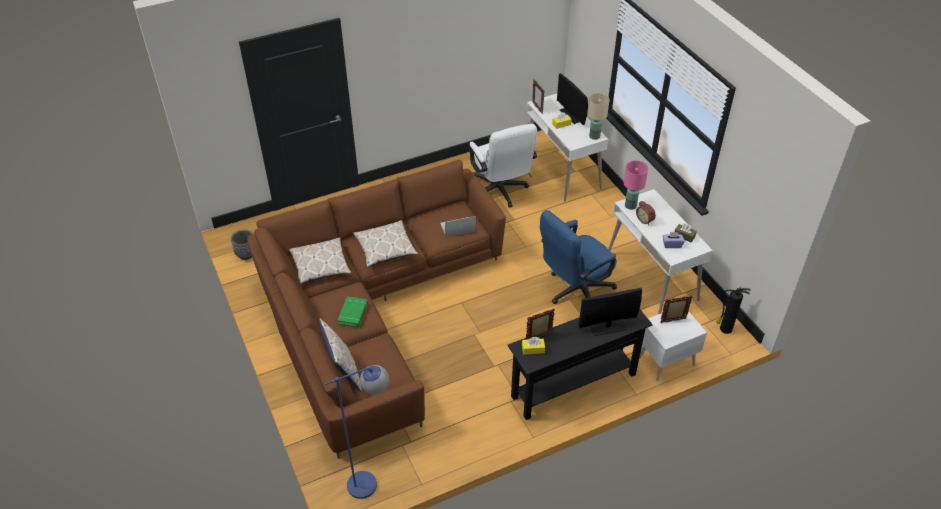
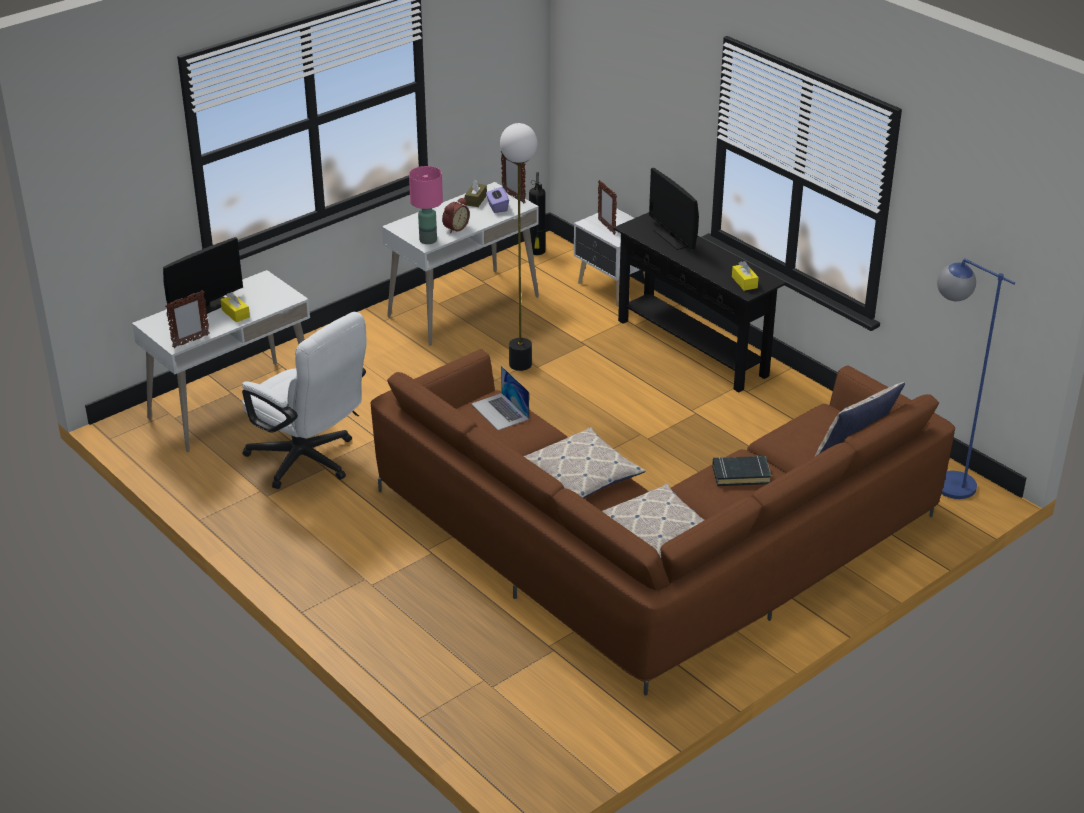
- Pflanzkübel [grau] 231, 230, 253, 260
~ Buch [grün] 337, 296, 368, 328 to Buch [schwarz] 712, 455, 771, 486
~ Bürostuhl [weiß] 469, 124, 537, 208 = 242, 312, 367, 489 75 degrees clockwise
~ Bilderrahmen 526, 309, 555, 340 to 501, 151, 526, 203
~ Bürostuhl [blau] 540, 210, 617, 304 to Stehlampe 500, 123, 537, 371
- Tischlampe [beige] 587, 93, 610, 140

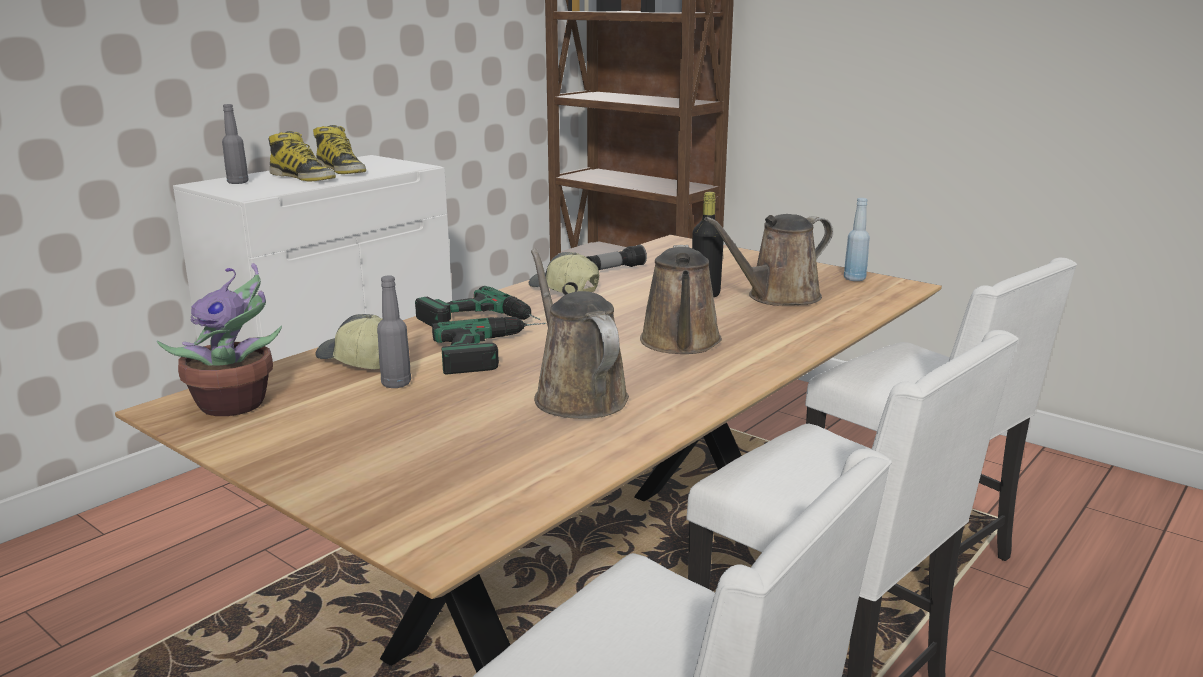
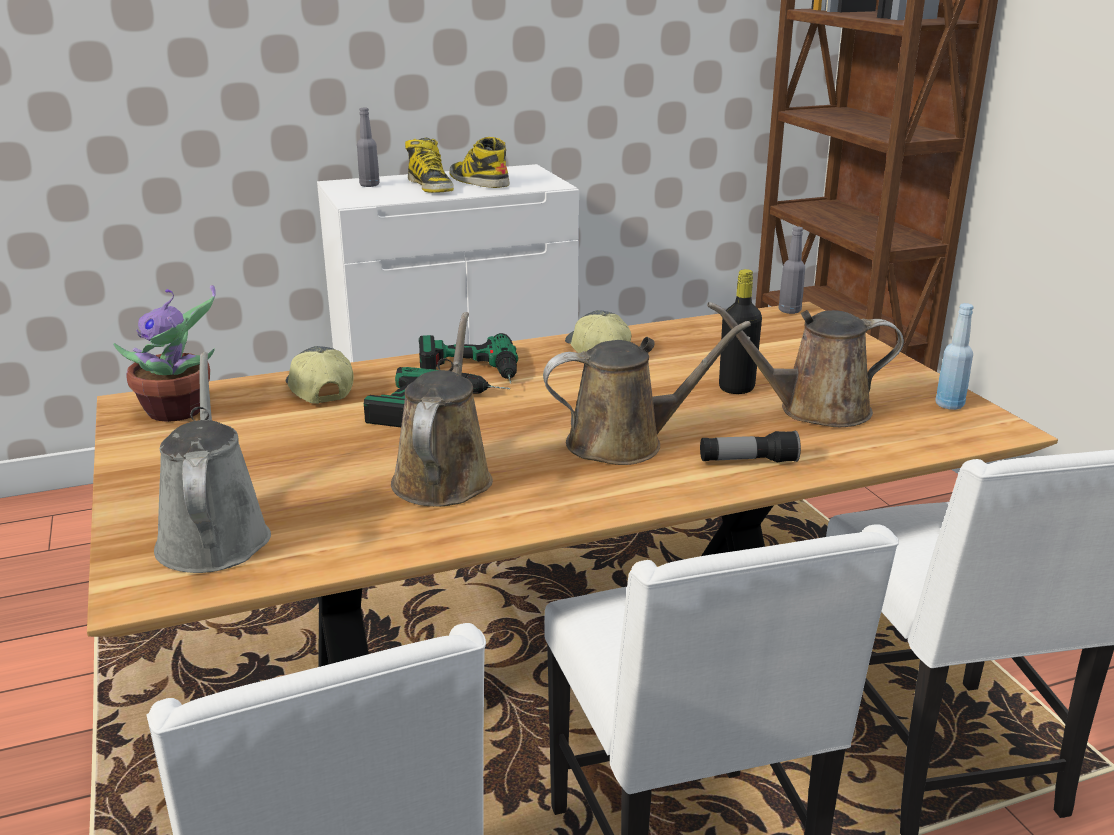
~ Stiefel 313, 125, 366, 174 = 449, 137, 510, 188 150 degrees clockwise
~ Flasche [grau] 377, 275, 411, 388 to 779, 227, 805, 314
~ Taschenlampe 587, 245, 647, 270 to 700, 430, 801, 462
~ Gießkanne [braun] 640, 245, 722, 354 = 543, 321, 751, 465 135 degrees counterclockwise
+ Gießkanne [grau] 154, 352, 271, 573

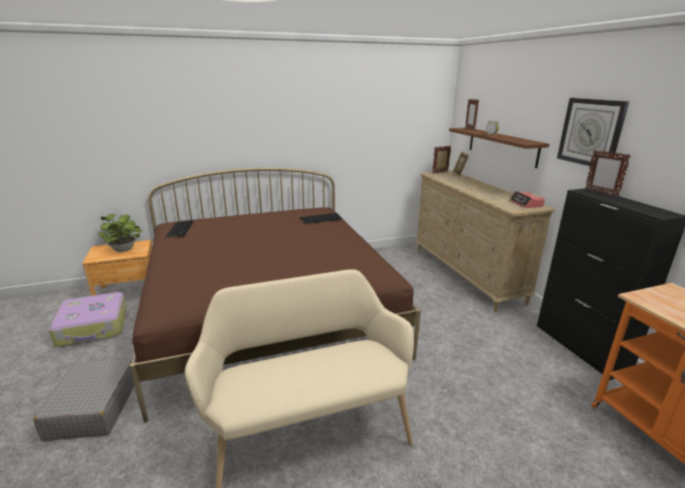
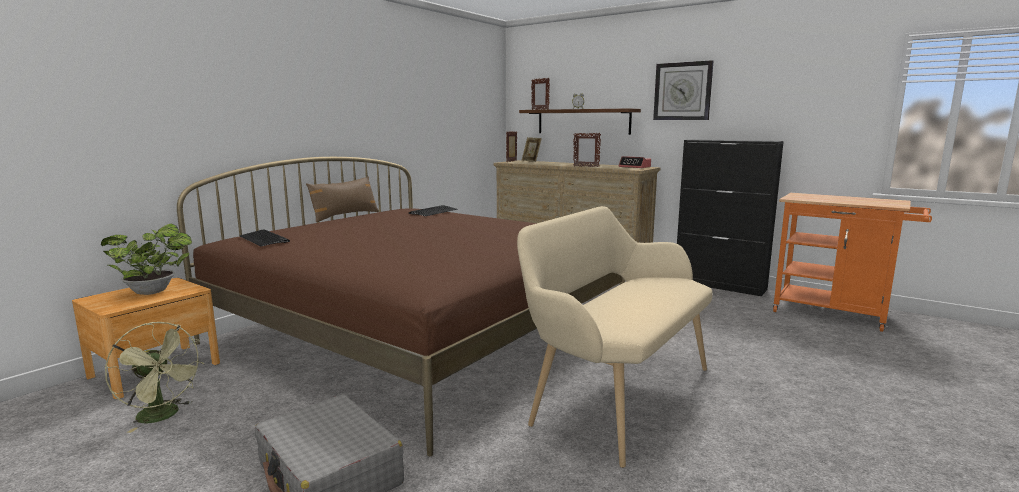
~ Koffer 49, 292, 127, 347 to Ventilator [grün] 105, 322, 204, 433
~ Bilderrahmen 585, 150, 631, 197 to 573, 133, 601, 167
+ Kissen [braun] 306, 176, 379, 222

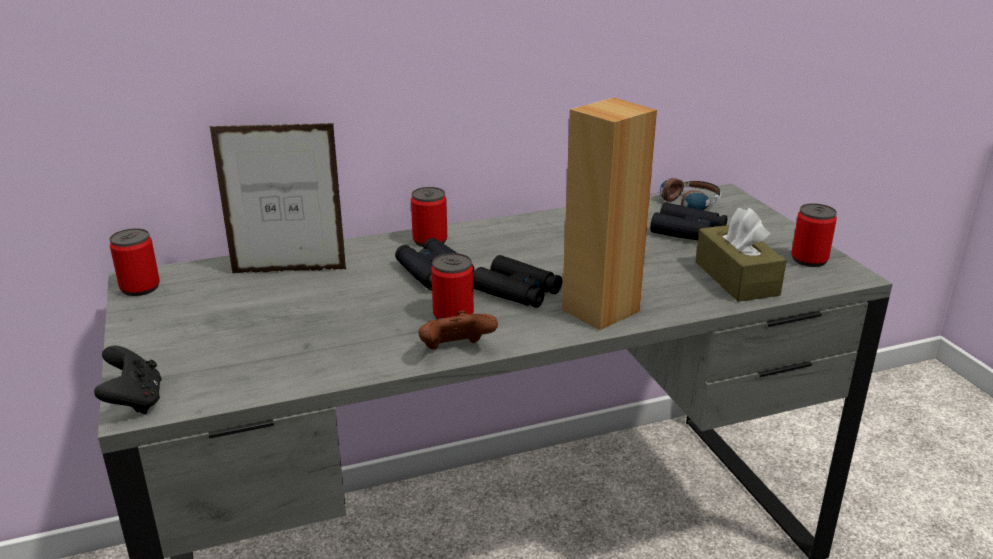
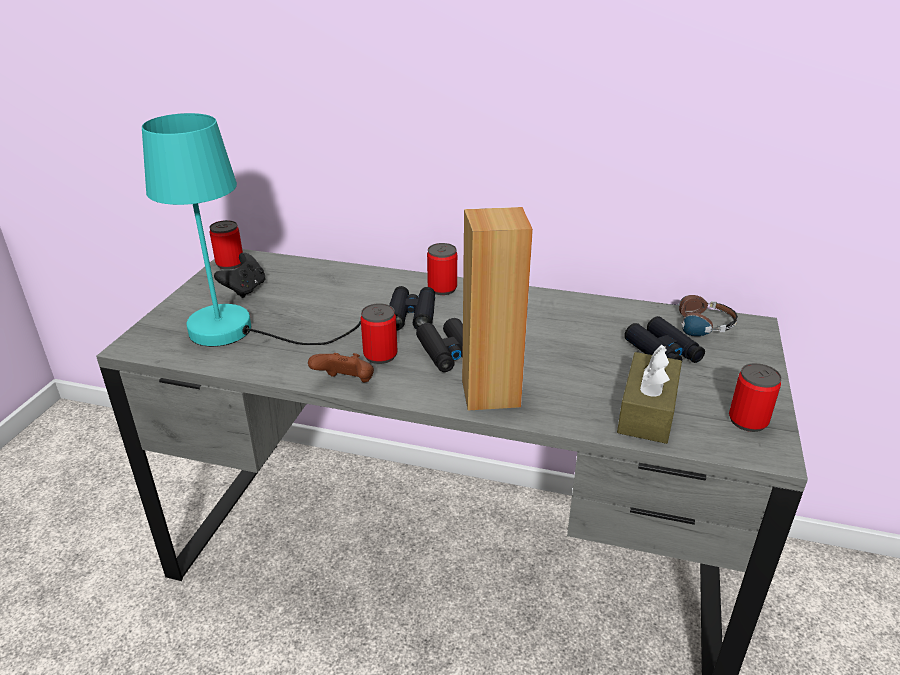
~ Gamepad [schwarz] 94, 346, 162, 414 to 214, 253, 266, 298
- Bilderrahmen 210, 123, 347, 273
+ Tischlampe [türkis] 142, 113, 361, 347

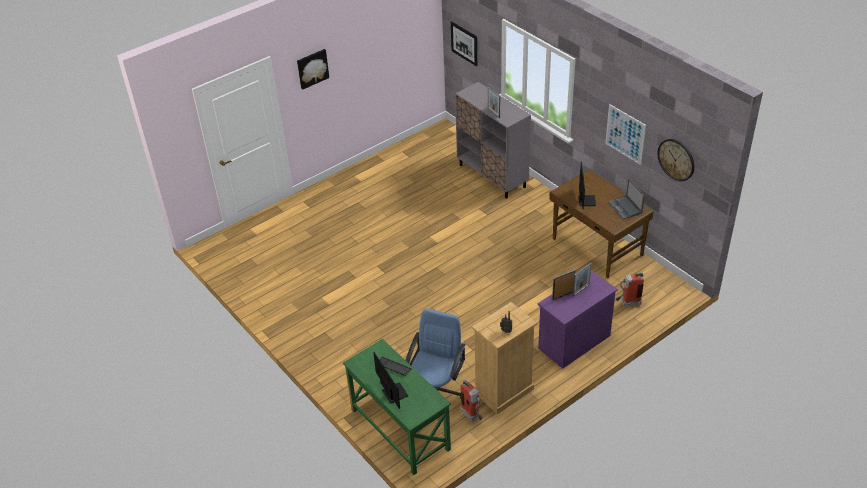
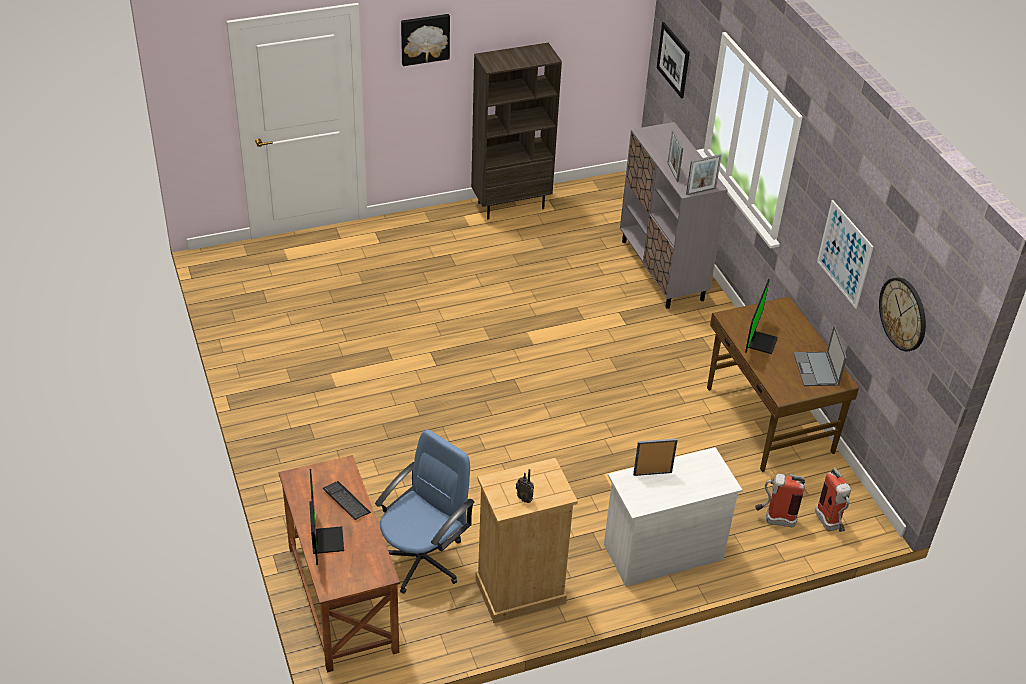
~ Schreibtisch [grün] 343, 339, 451, 475 to Schreibtisch [braun] 279, 455, 400, 672
~ Feuerlöscher 460, 380, 483, 421 to 815, 467, 851, 532
~ Kommode [lila] 538, 270, 618, 369 to Kommode [weiß] 604, 447, 742, 587
~ Bilderrahmen 572, 263, 592, 297 to 686, 154, 722, 195
+ Bücherregal [braun] 471, 43, 562, 220

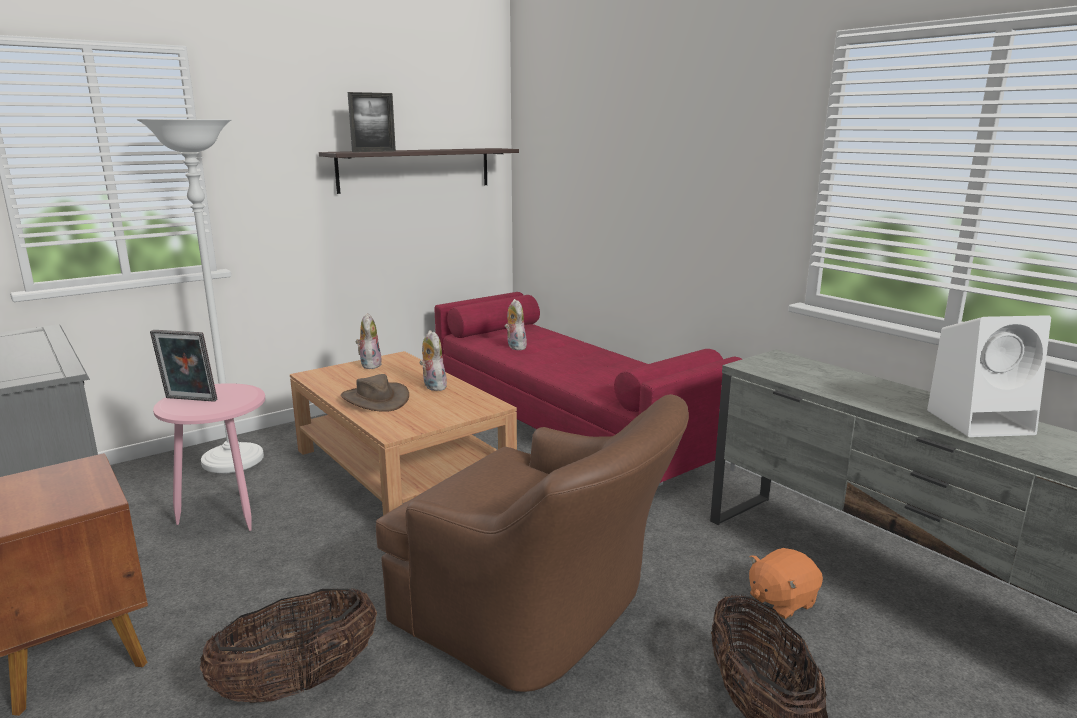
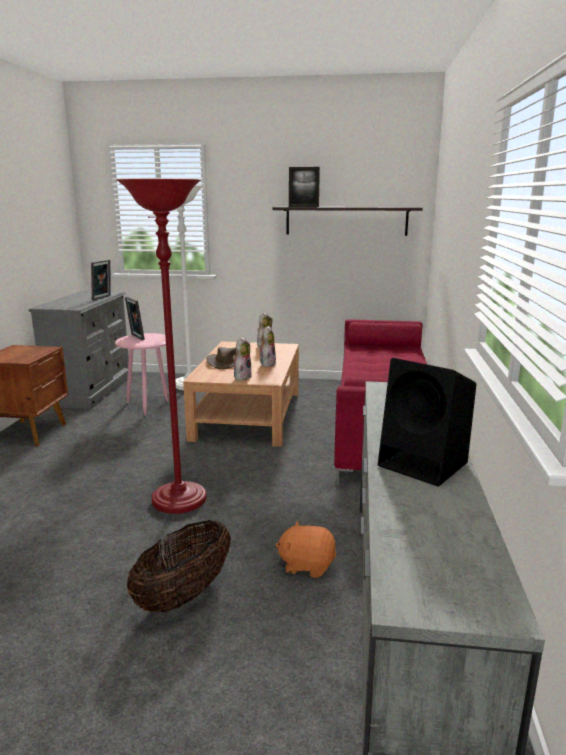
- Korb 200, 588, 377, 703
~ Sessel [braun] 376, 394, 689, 692 to Stehlampe [rot] 117, 179, 207, 514
~ Plüschtier 505, 299, 527, 350 to 233, 336, 252, 381
~ Lautsprecher [weiß] 927, 315, 1051, 437 to Lautsprecher [schwarz] 378, 358, 476, 486
+ Bilderrahmen 91, 260, 111, 300

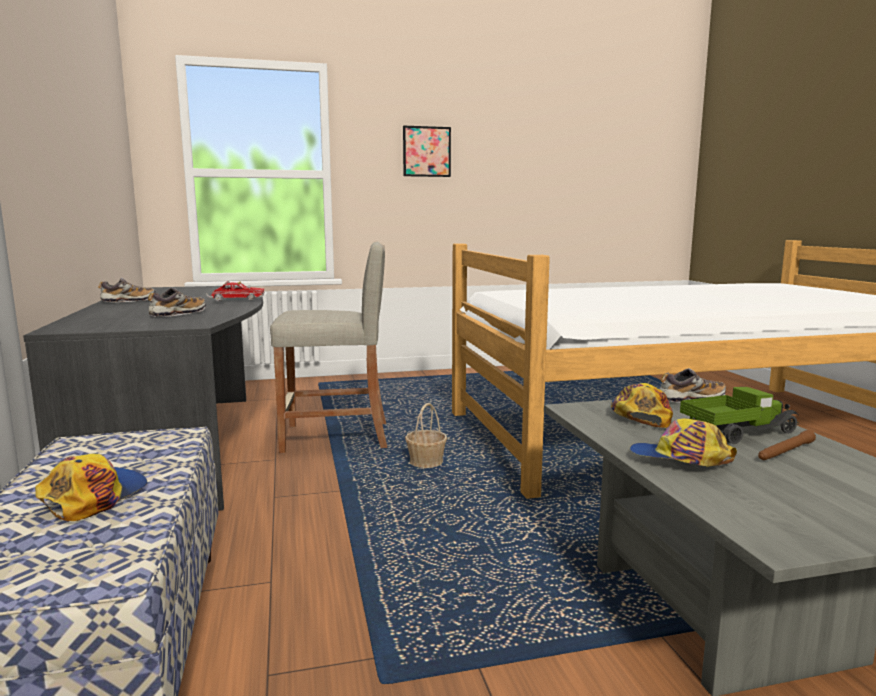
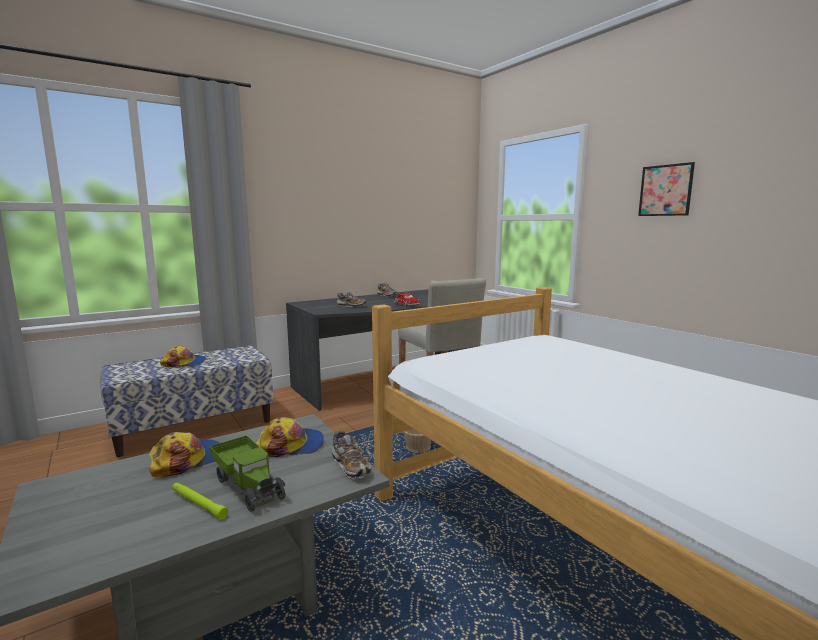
~ Kappe 630, 419, 737, 467 = 148, 432, 220, 477 45 degrees clockwise
~ Taschenlampe [braun] 758, 430, 816, 460 to Taschenlampe [grün] 172, 483, 228, 520

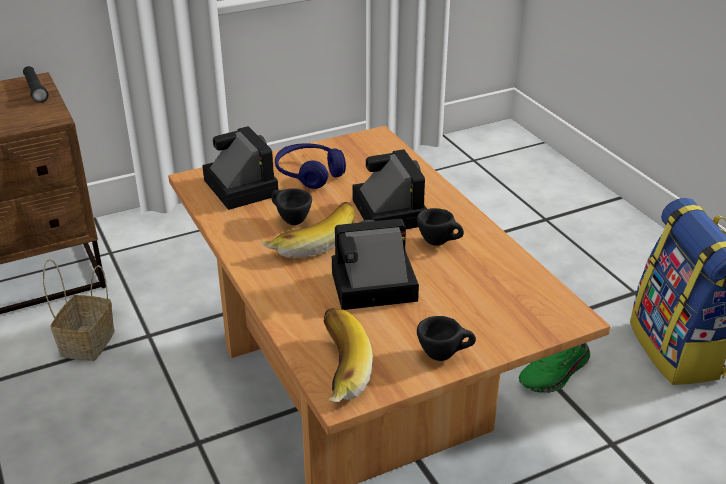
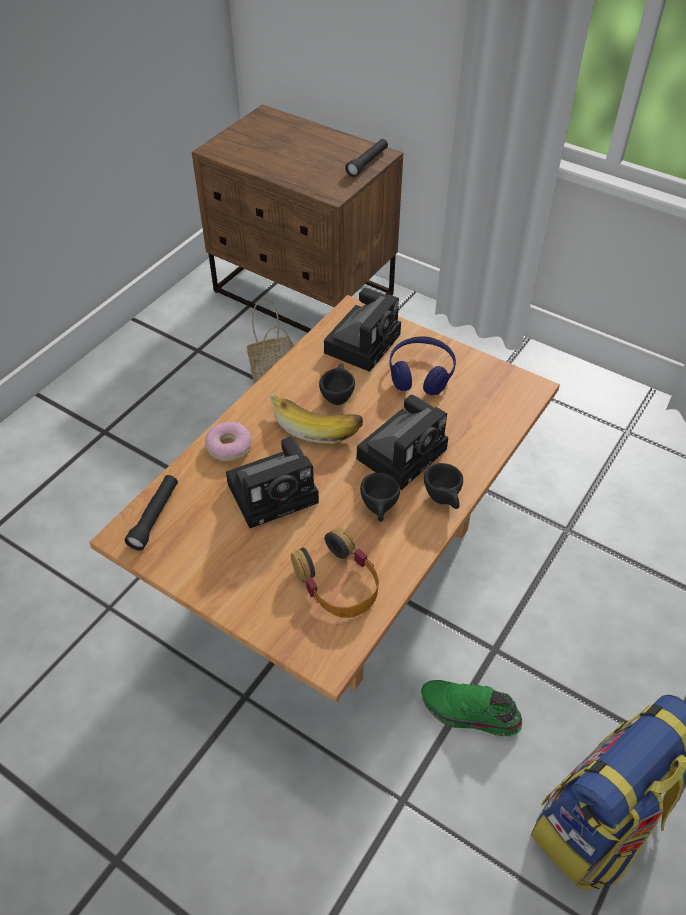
~ Banane 324, 308, 373, 402 to Taschenlampe [schwarz] 125, 475, 178, 550
~ Kamera 332, 219, 419, 310 = 226, 437, 319, 528 105 degrees clockwise
~ Tasse [schwarz] 417, 316, 476, 361 to 424, 463, 463, 509
+ Donut 205, 421, 251, 462
+ Kopfhörer 291, 528, 379, 618

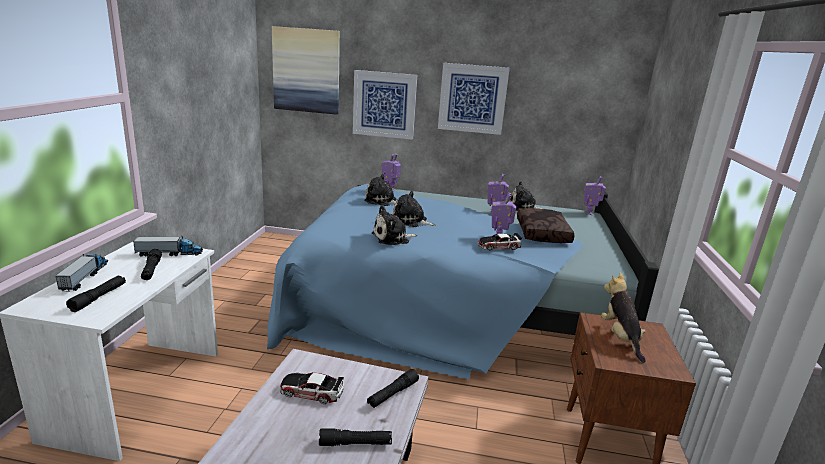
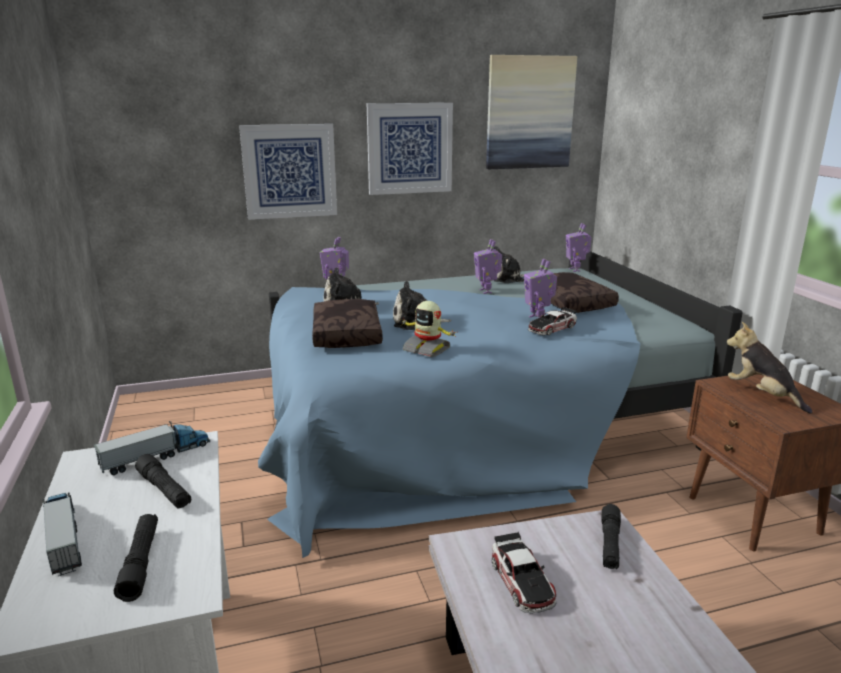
~ Bild 272, 26, 340, 115 to 486, 55, 577, 169
~ Spielzeugauto 280, 372, 344, 404 = 492, 532, 556, 614 90 degrees counterclockwise
- Taschenlampe [schwarz] 319, 428, 392, 446
~ Plüschtier 372, 206, 417, 245 to Spielzeugroboter 401, 301, 456, 357
+ Kissen [braun] 312, 299, 383, 348

